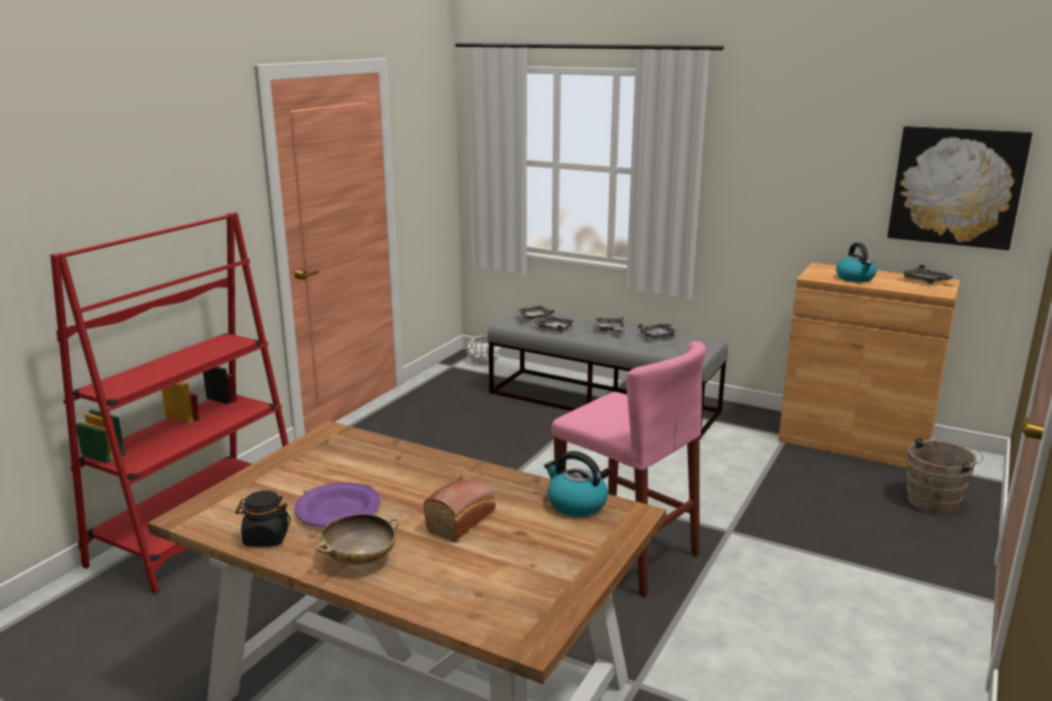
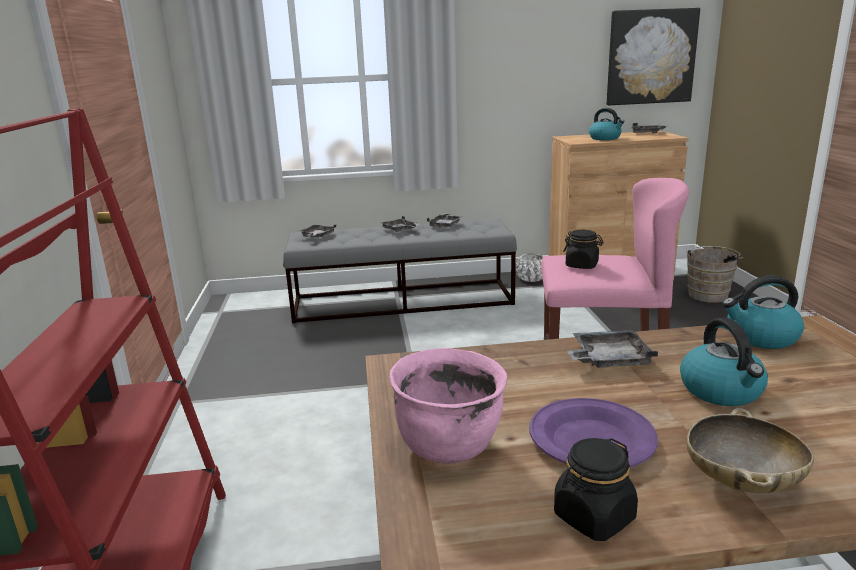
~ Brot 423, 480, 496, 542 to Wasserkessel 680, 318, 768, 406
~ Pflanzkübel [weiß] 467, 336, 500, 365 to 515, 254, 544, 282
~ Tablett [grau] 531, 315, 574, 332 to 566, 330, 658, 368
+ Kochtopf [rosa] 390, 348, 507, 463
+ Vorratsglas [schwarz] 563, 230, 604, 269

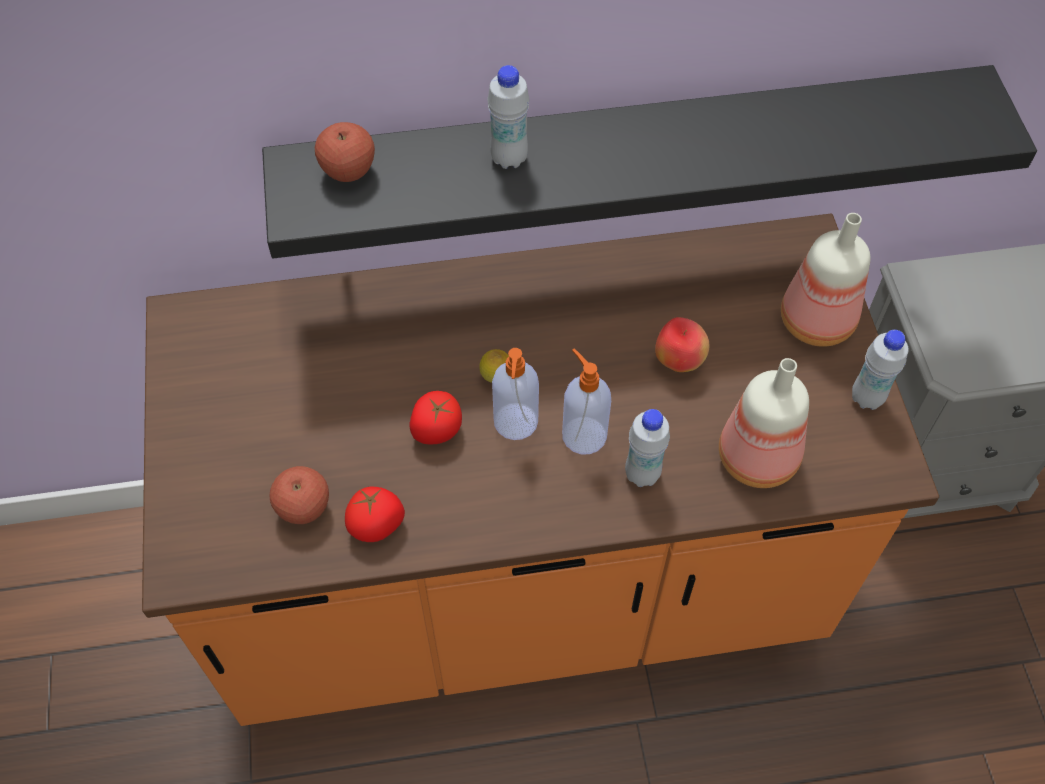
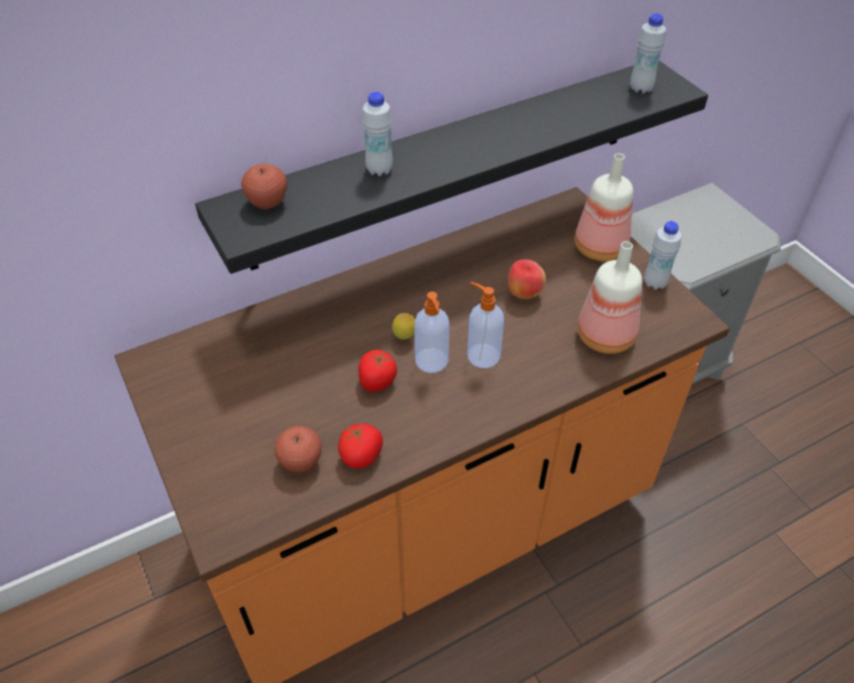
~ Flasche [weiß] 625, 409, 670, 487 to 630, 13, 666, 94

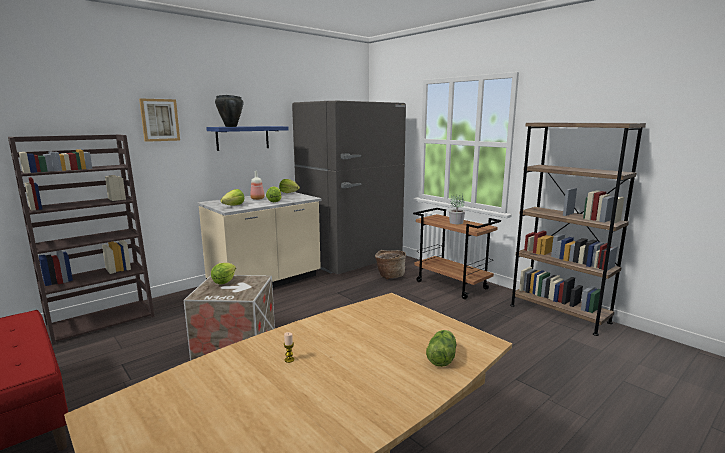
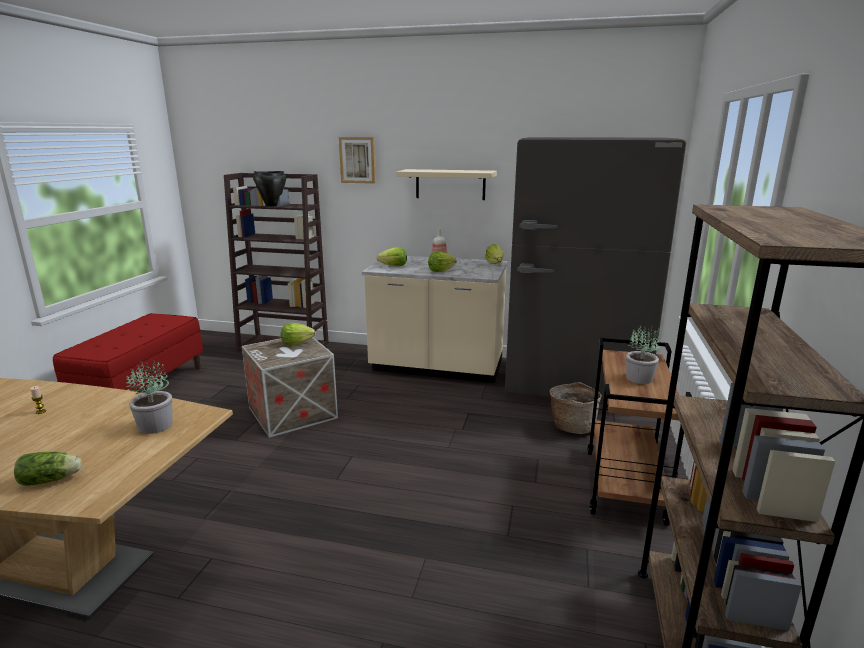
~ Wandregal [blau] 206, 126, 289, 151 to Wandregal [beige] 396, 169, 497, 200
~ Kochtopf [schwarz] 215, 95, 243, 127 to 253, 171, 286, 207
+ Topfpflanze 126, 361, 173, 434

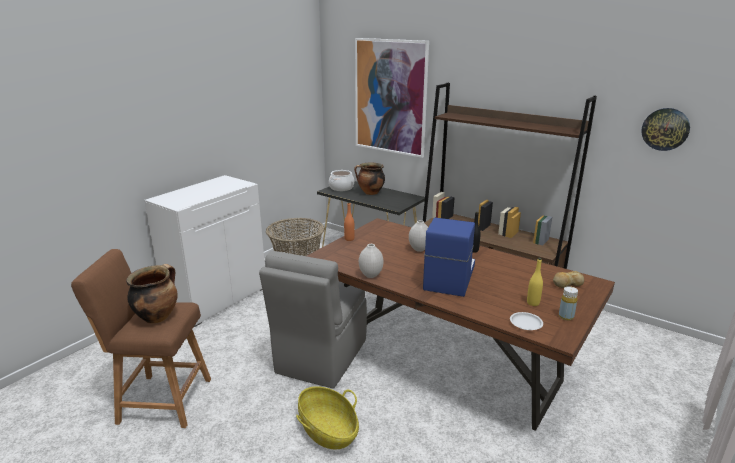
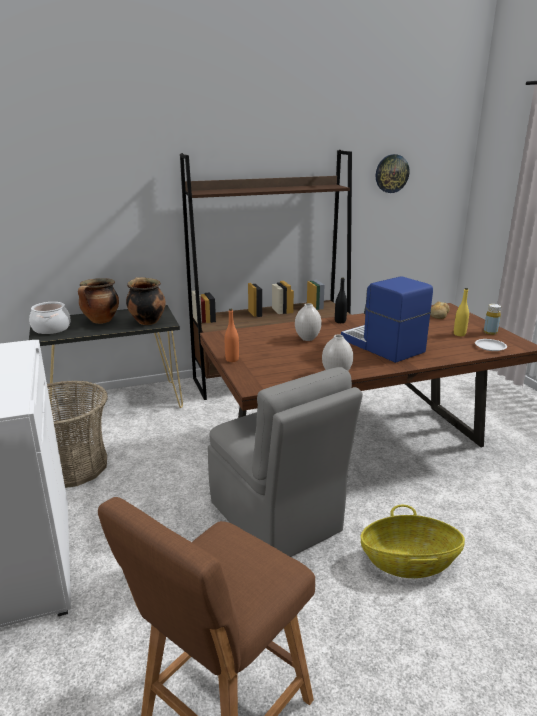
~ Kochtopf 126, 264, 178, 324 to 126, 277, 166, 325
- Bild 355, 38, 429, 158

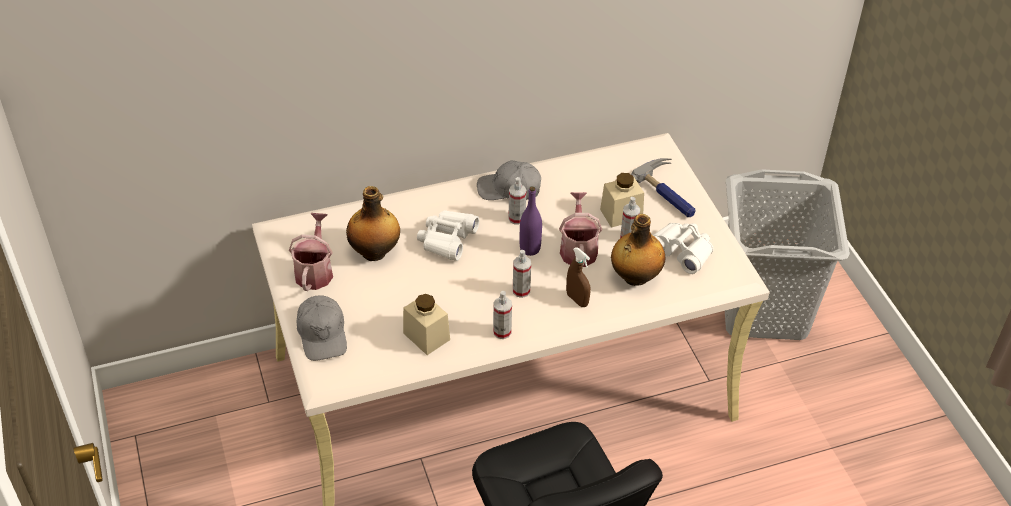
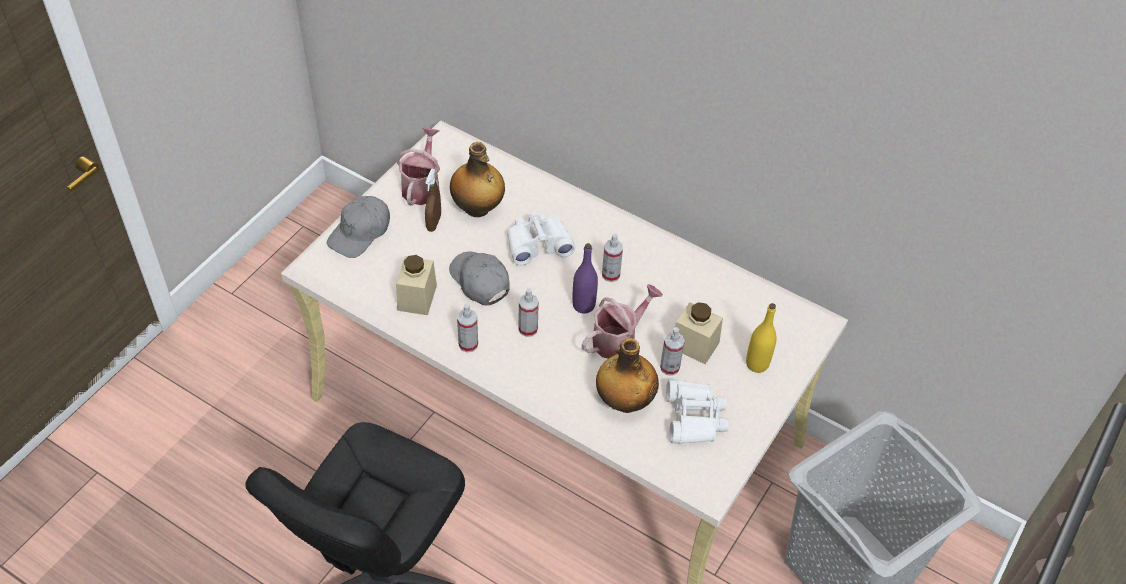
~ Gießkanne 289, 213, 333, 291 = 397, 128, 440, 206 45 degrees counterclockwise
~ Kappe [grau] 477, 160, 541, 200 to 449, 252, 510, 306
~ Sprühflasche [braun] 566, 247, 591, 307 to 425, 169, 441, 232
~ Hammer 631, 158, 695, 217 to Flasche [gelb] 746, 303, 777, 373

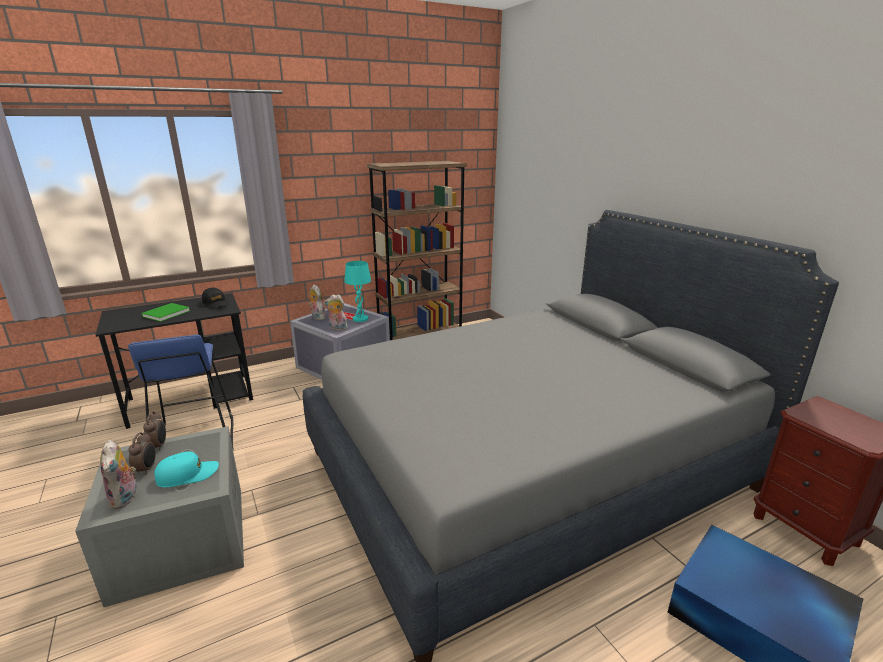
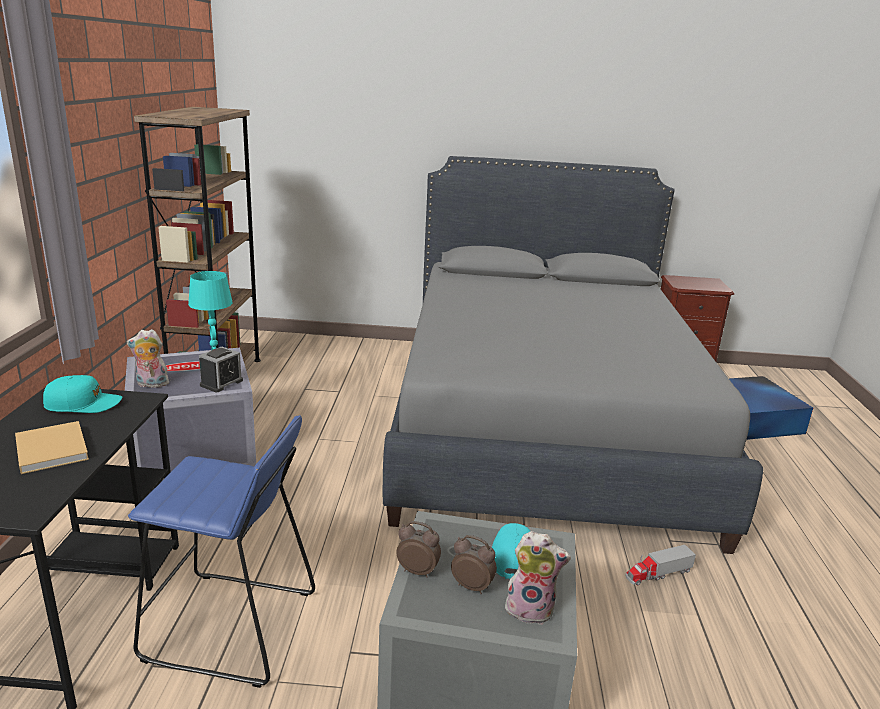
~ Buch [grün] 141, 303, 190, 322 to Buch [beige] 15, 421, 89, 474
~ Kappe [schwarz] 202, 288, 228, 309 to Kappe [türkis] 43, 375, 122, 413
~ Plüschtier 324, 294, 348, 330 to Wecker 199, 346, 243, 392
+ Spielzeuglaster 625, 545, 696, 585

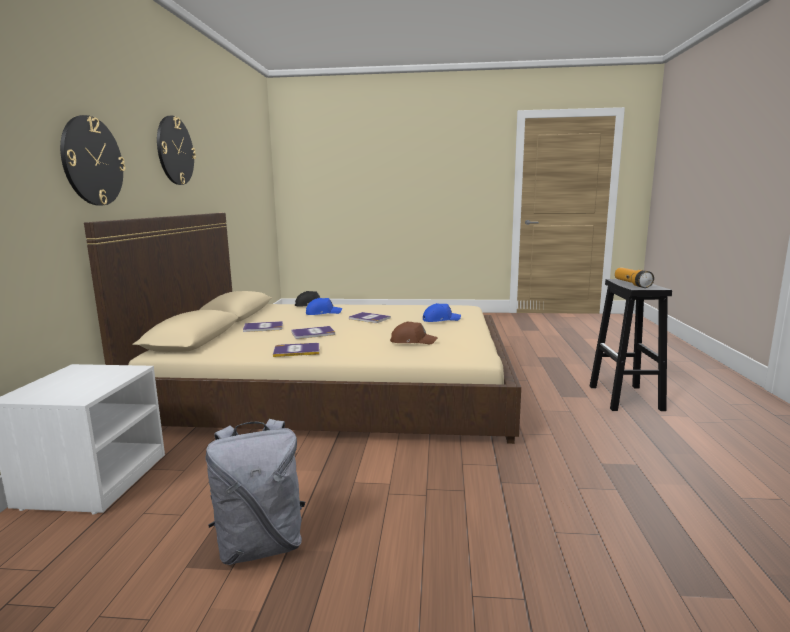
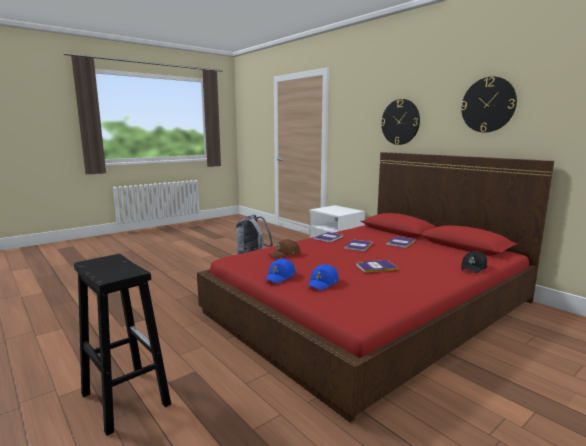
~ Bett [beige] 84, 213, 521, 444 to Bett [rot] 197, 152, 554, 422
~ Kappe [blau] 306, 298, 342, 315 to 265, 258, 295, 283
- Taschenlampe 615, 268, 654, 288

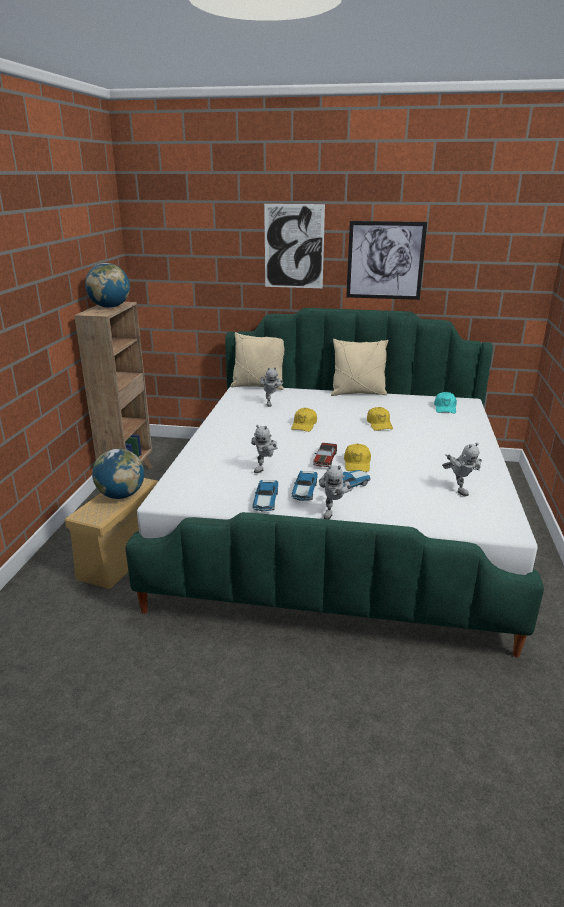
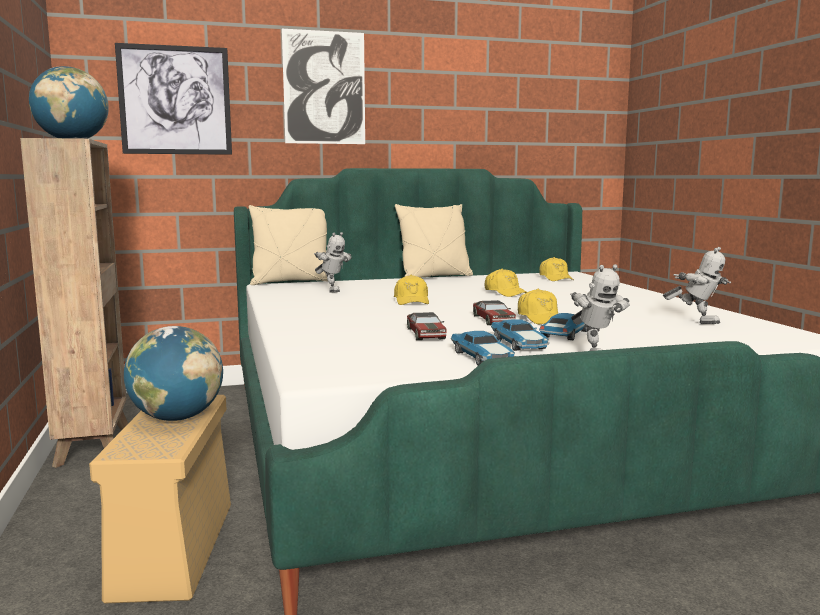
~ Spielzeugroboter 251, 425, 278, 473 to Spielzeugauto 407, 312, 447, 340
~ Bild 346, 221, 427, 300 to 115, 43, 232, 155
~ Kappe [türkis] 434, 392, 457, 414 to Kappe [gelb] 539, 257, 574, 281

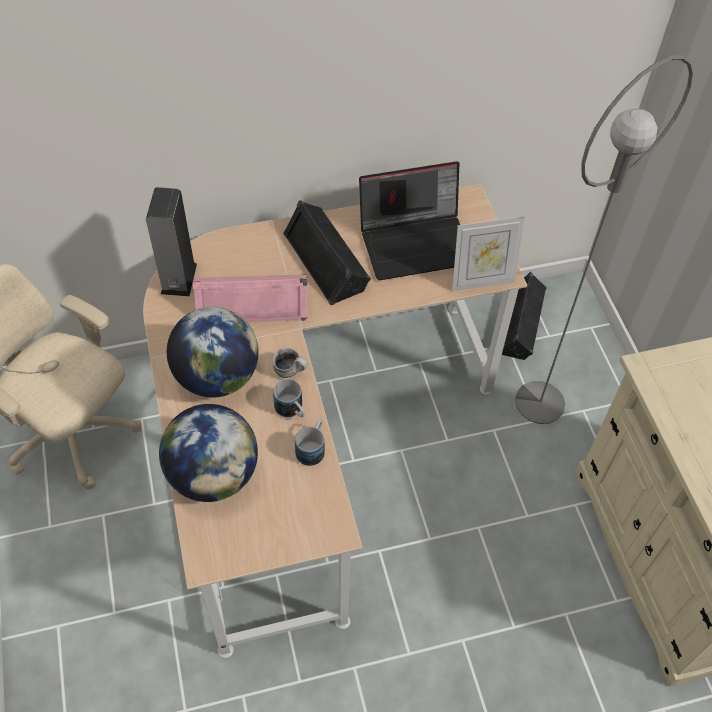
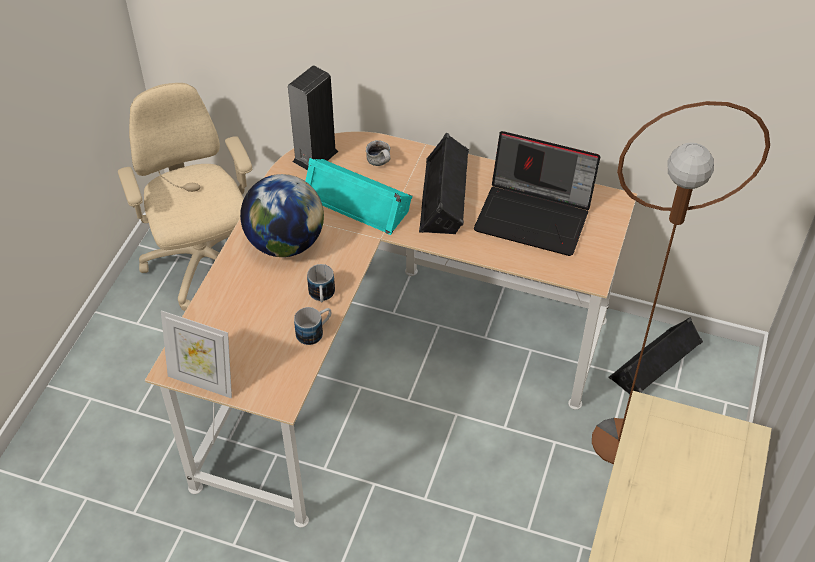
- Globus 159, 404, 258, 502
~ Lautsprecher [rosa] 192, 274, 308, 322 to Lautsprecher [türkis] 305, 158, 412, 235
~ Henkelbecher 272, 348, 308, 378 to 366, 140, 390, 166
~ Bilderrahmen 452, 216, 525, 291 to 161, 310, 232, 399
~ Stehlampe [grau] 515, 55, 693, 424 to Stehlampe [braun] 592, 101, 770, 464

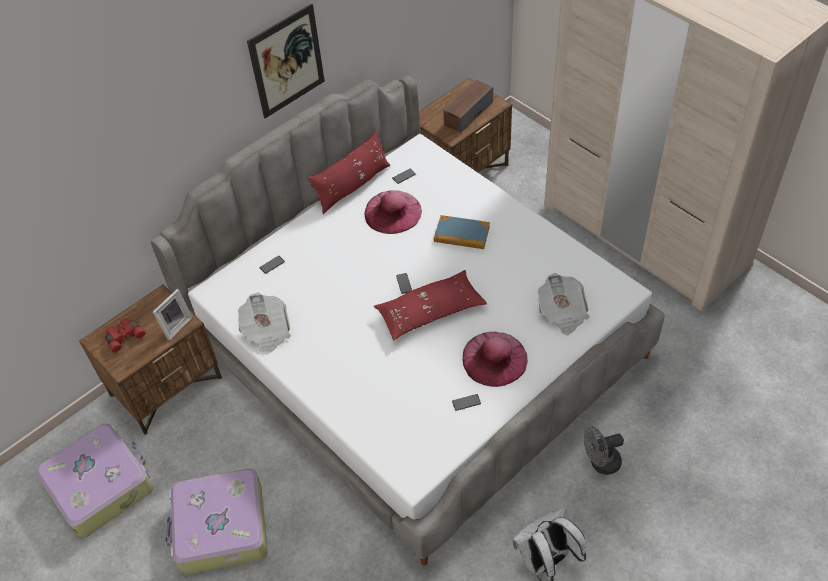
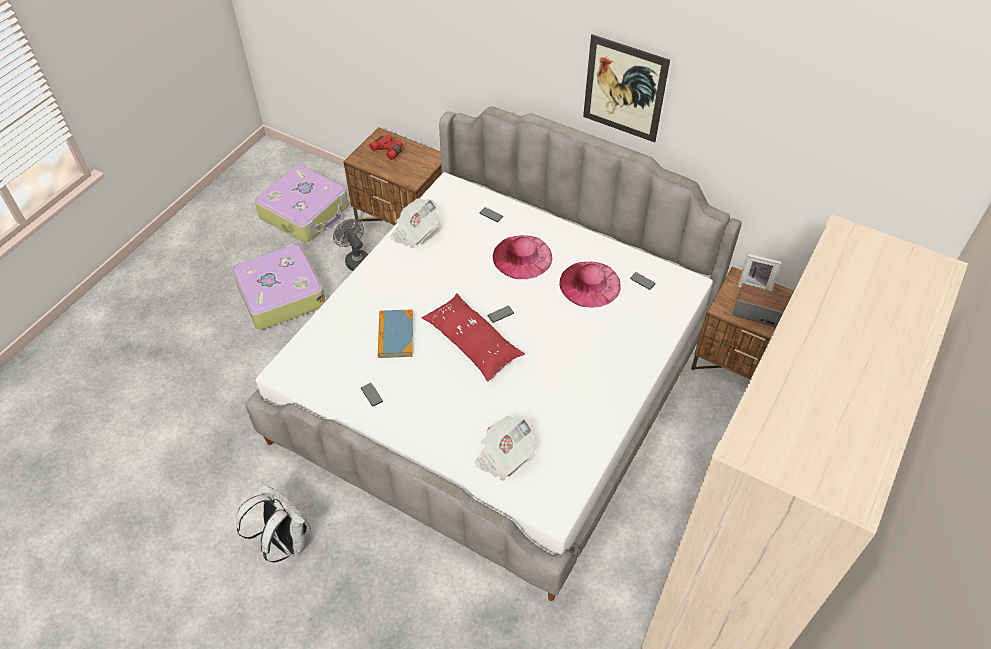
~ Bilderrahmen 153, 289, 193, 340 to 738, 254, 782, 291
- Kissen [rot] 307, 130, 390, 214
~ Buch 434, 215, 490, 249 to 378, 310, 413, 358
~ Hut [rosa] 463, 332, 528, 387 to 493, 235, 552, 279
~ Ventilator [grau] 584, 427, 624, 475 to 333, 219, 368, 271

